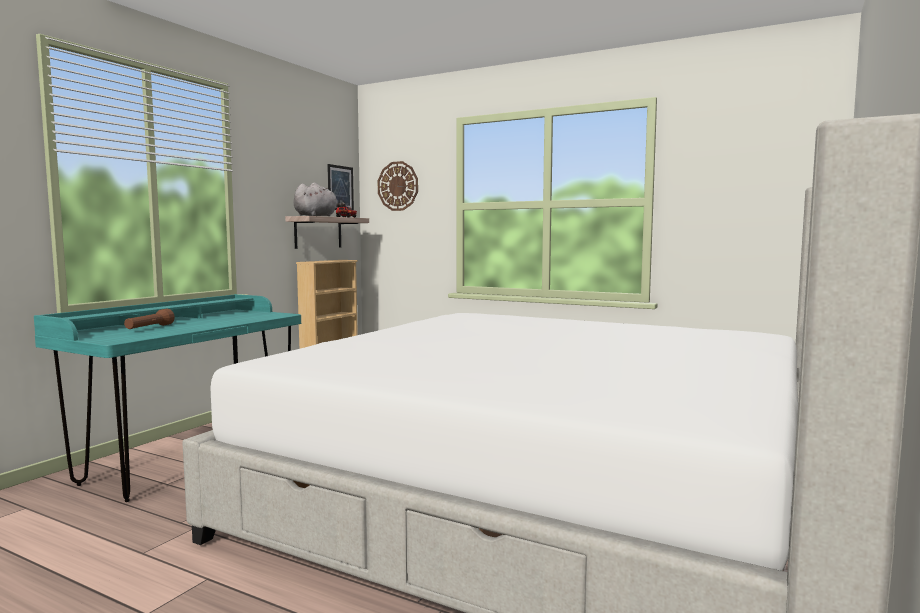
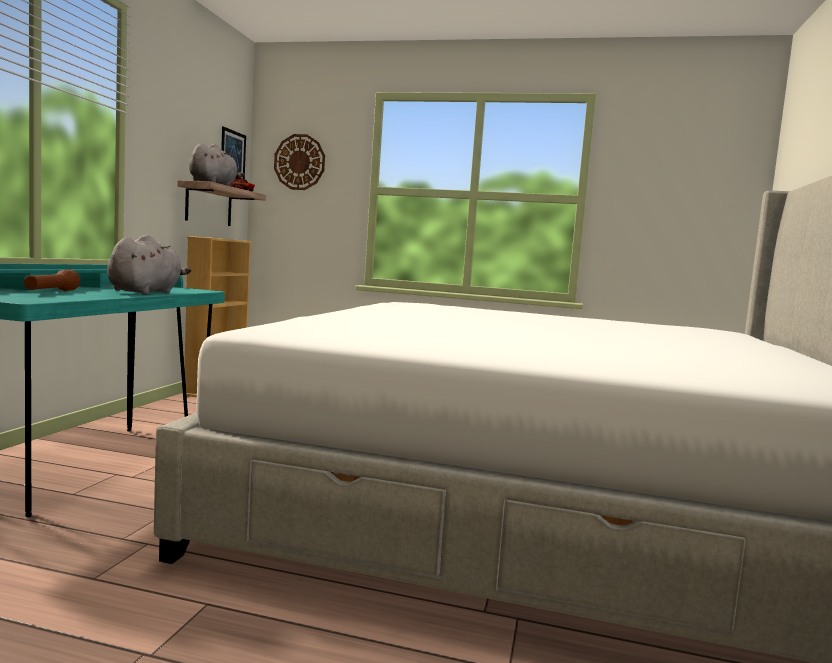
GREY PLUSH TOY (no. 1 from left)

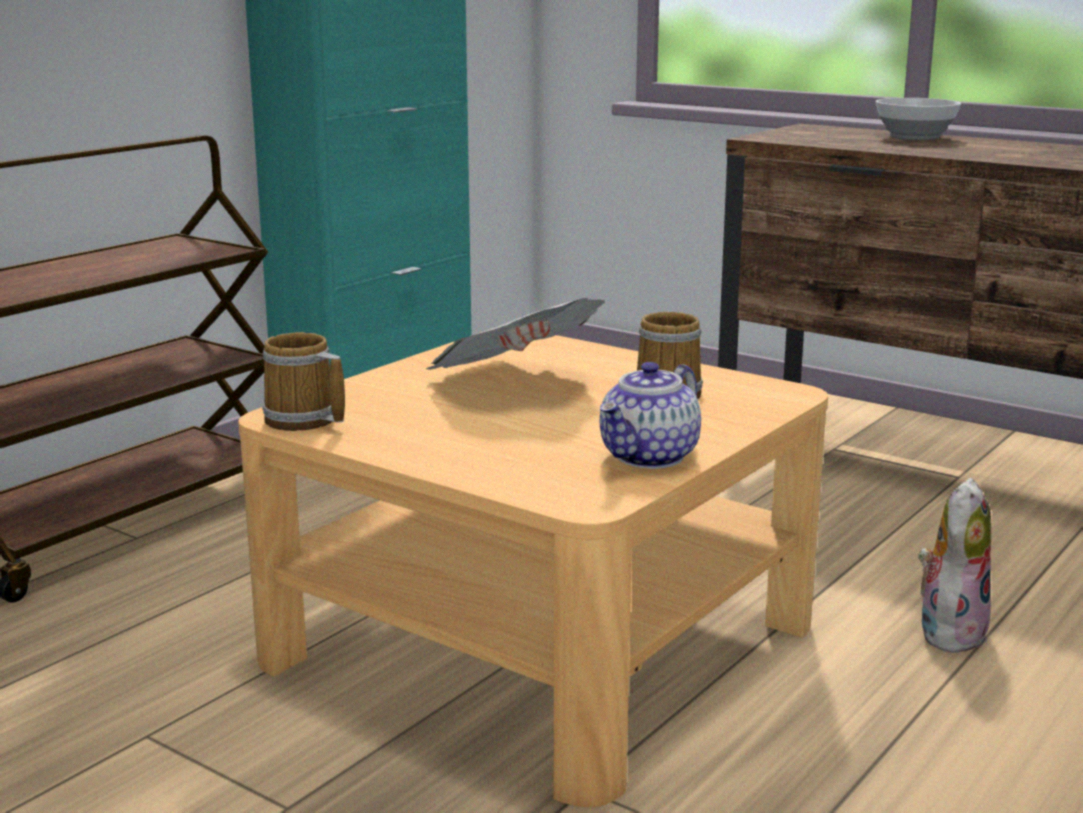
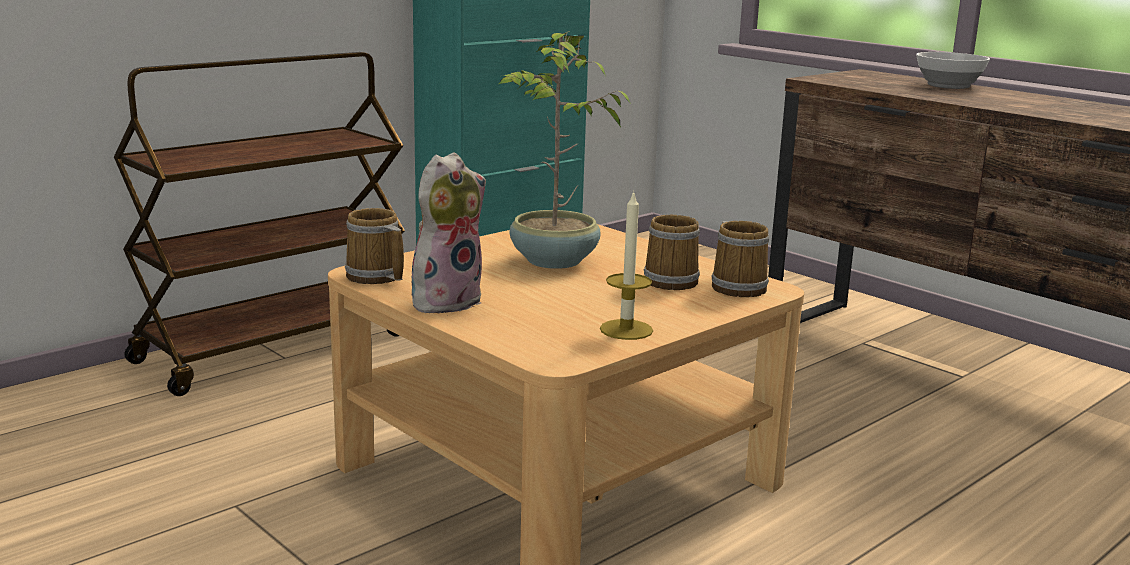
MUG (no. 3 from left); PLUSH TOY; POTTED PLANT; CANDLE

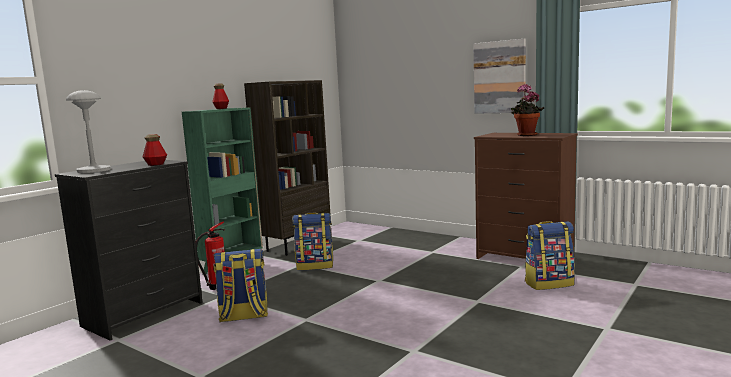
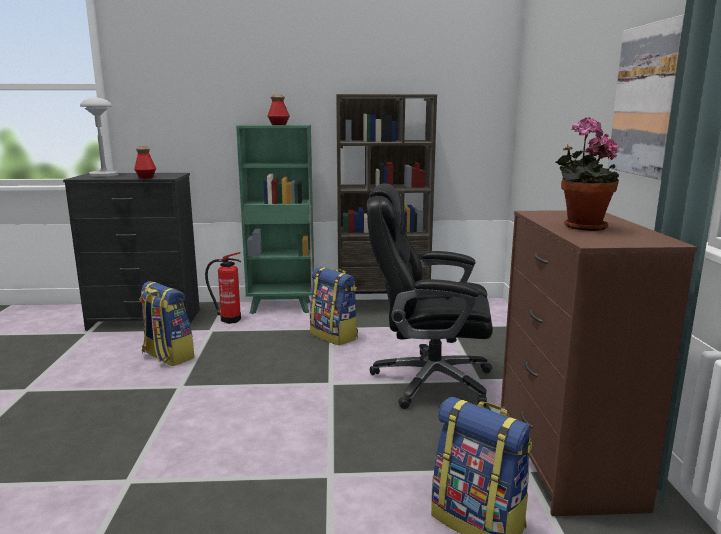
BLACK OFFICE CHAIR

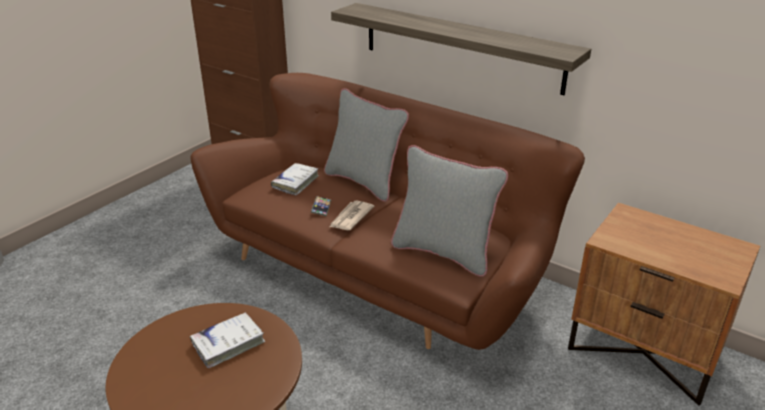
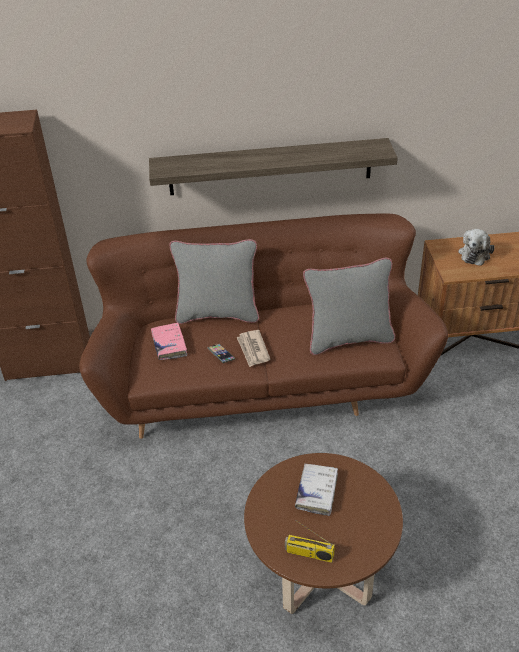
RADIO; PLUSH TOY; PINK BOOK

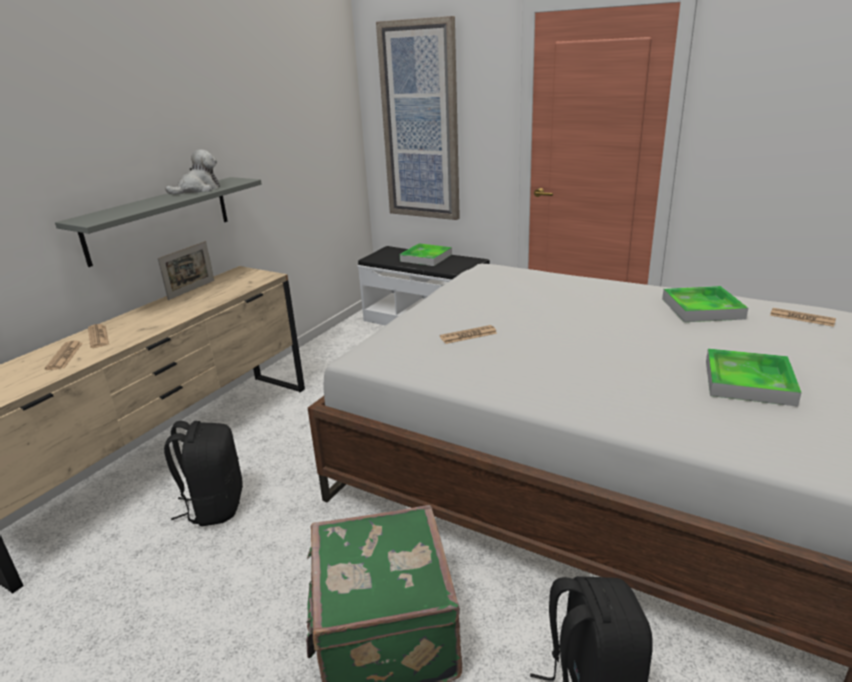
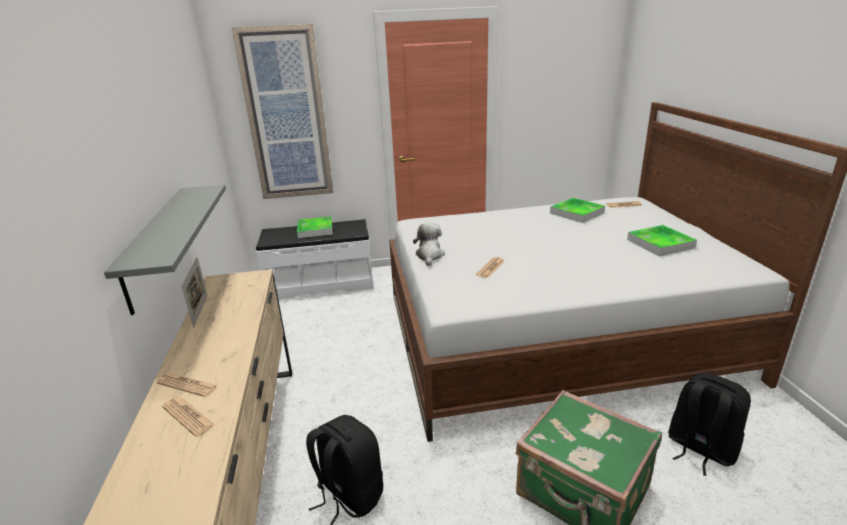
PLUSH TOY

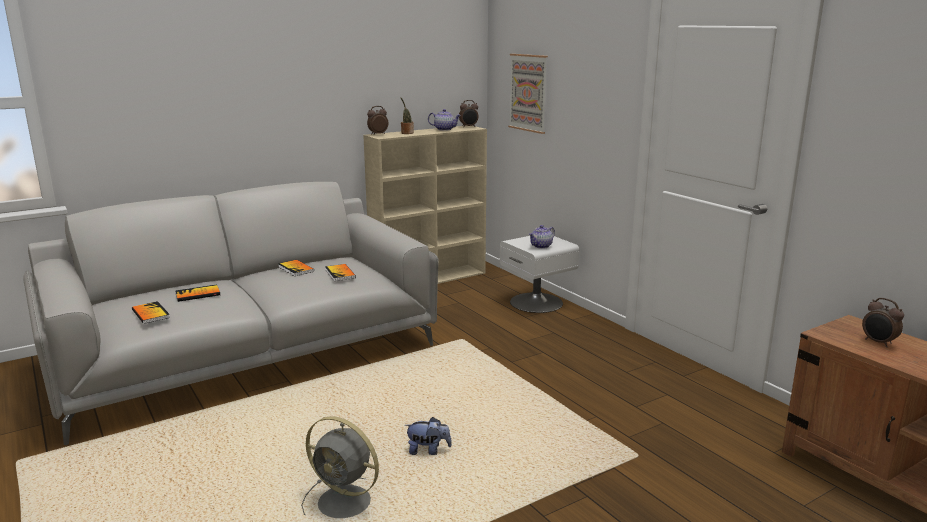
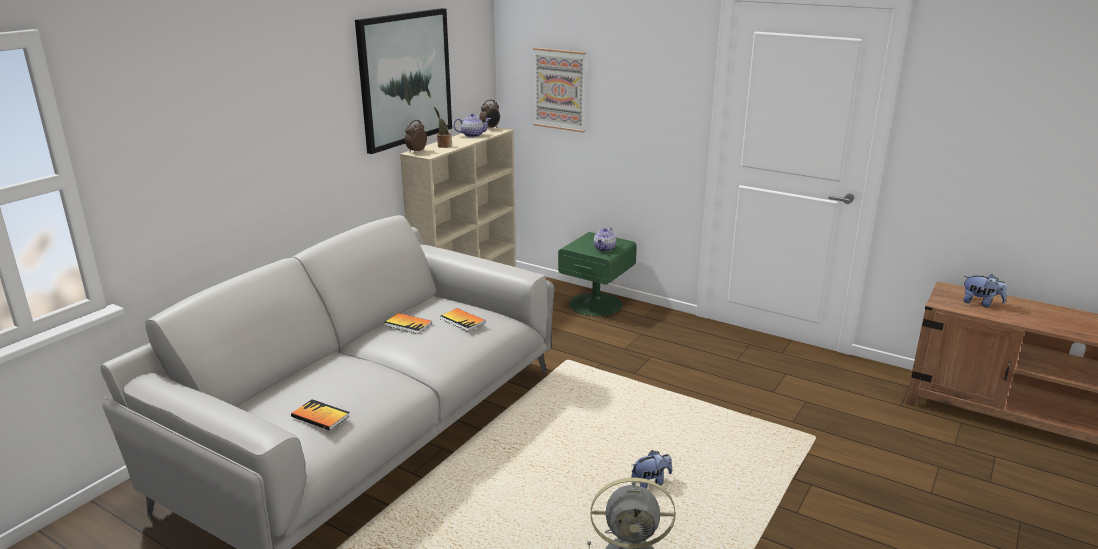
BOOK (no. 2 from left in the first image); PICTURE (no. 1 from left); PLUSH TOY (no. 2 from left); GREEN NIGHTSTAND

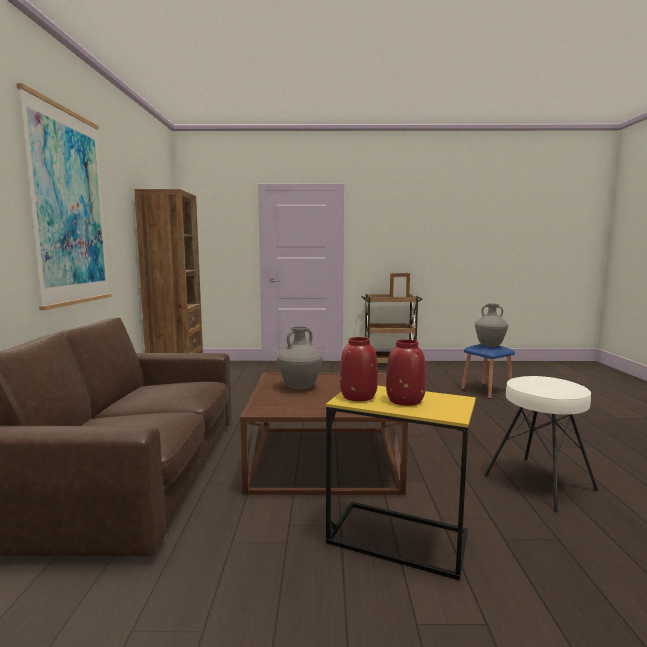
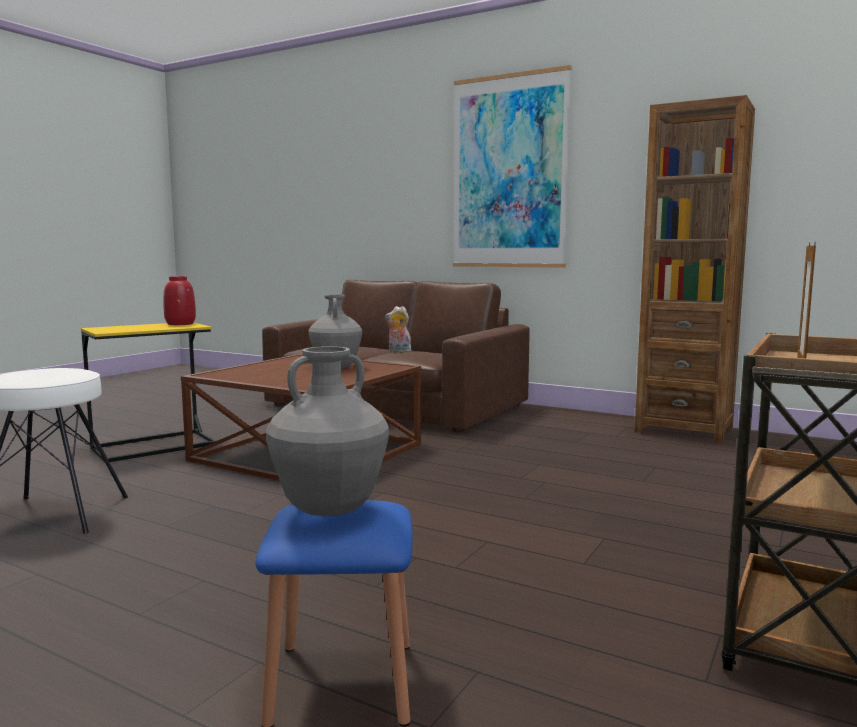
RED VASE (no. 2 from left in the first image); PLUSH TOY

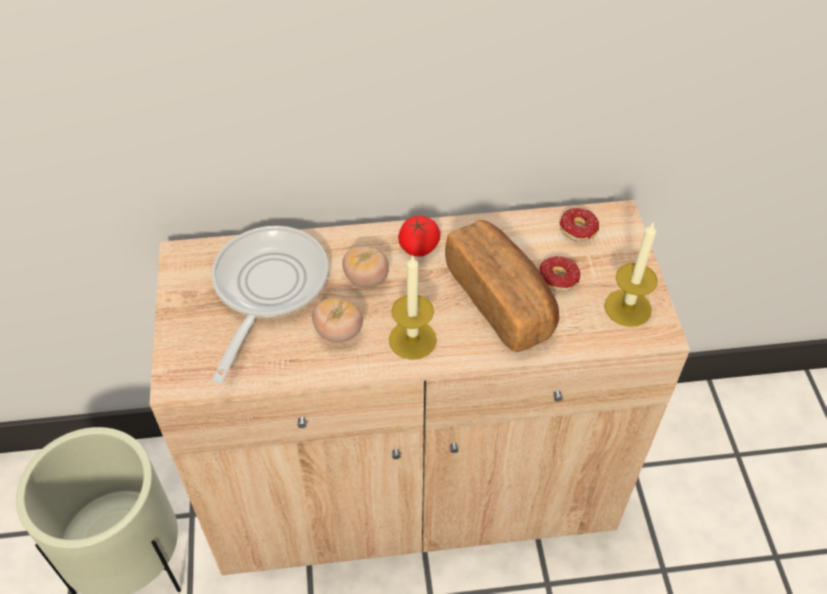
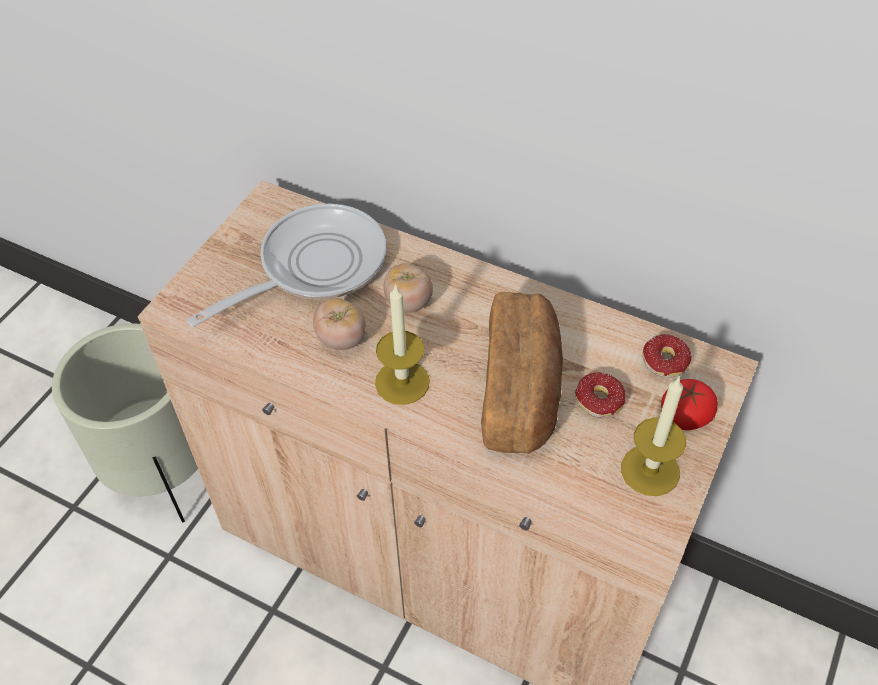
TOMATO (no. 3 from left)

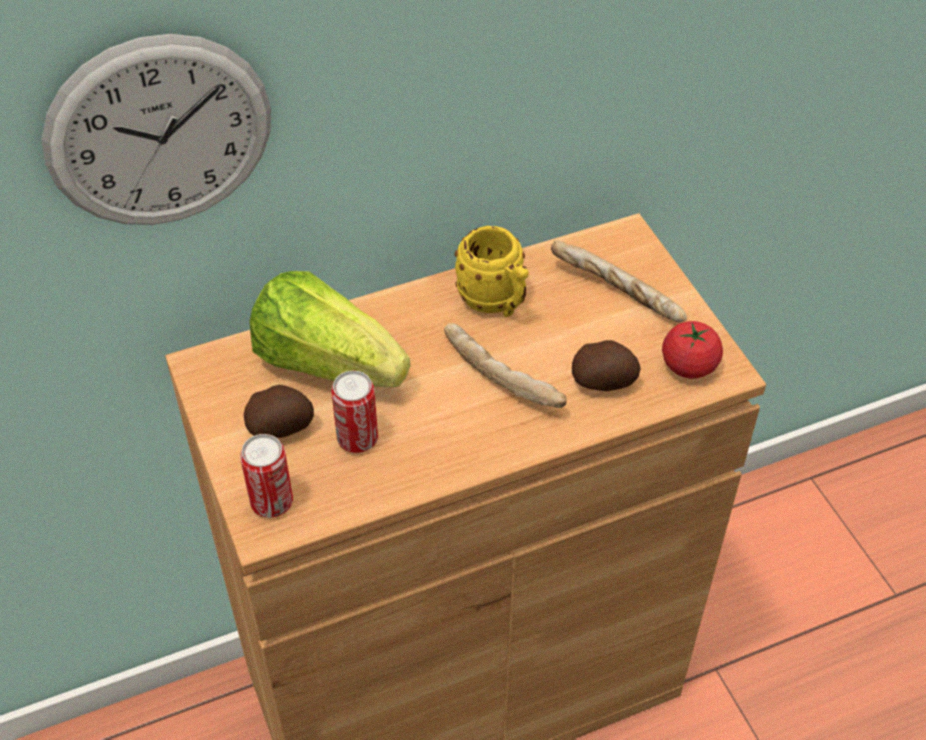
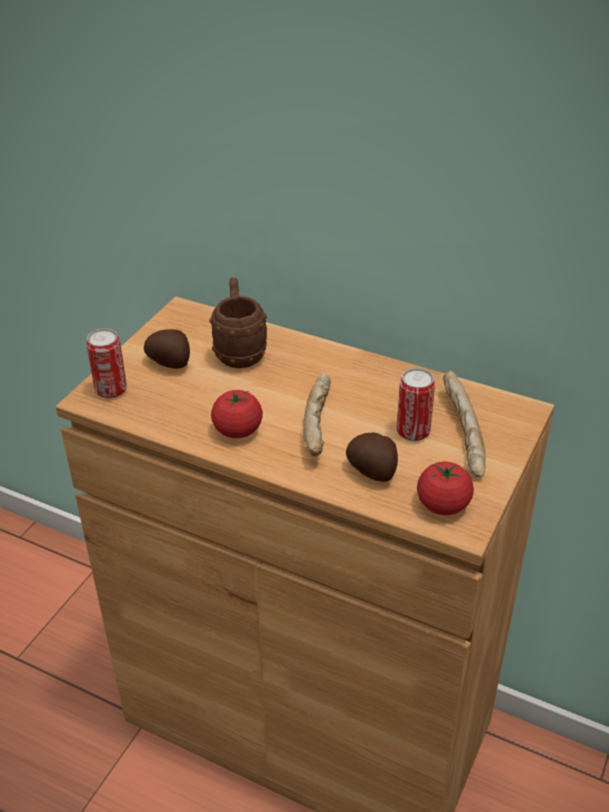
WALL CLOCK; YELLOW MUG; TOMATO (no. 1 from left); CAN (no. 2 from left); BROWN MUG

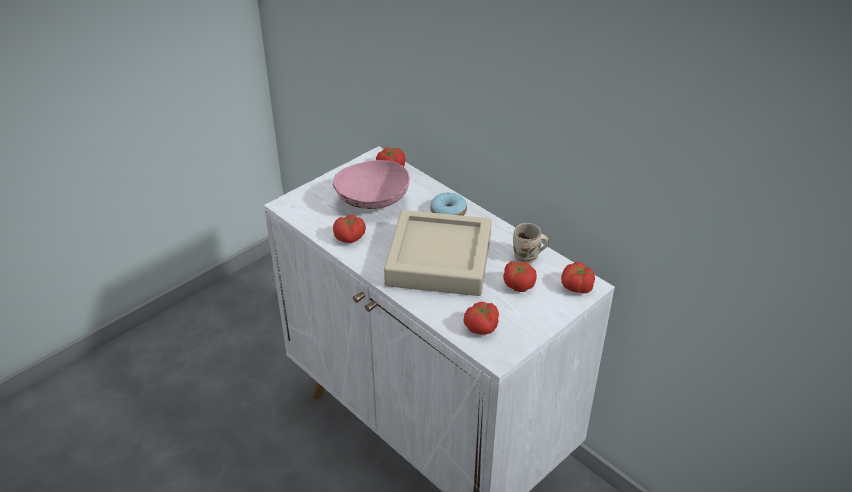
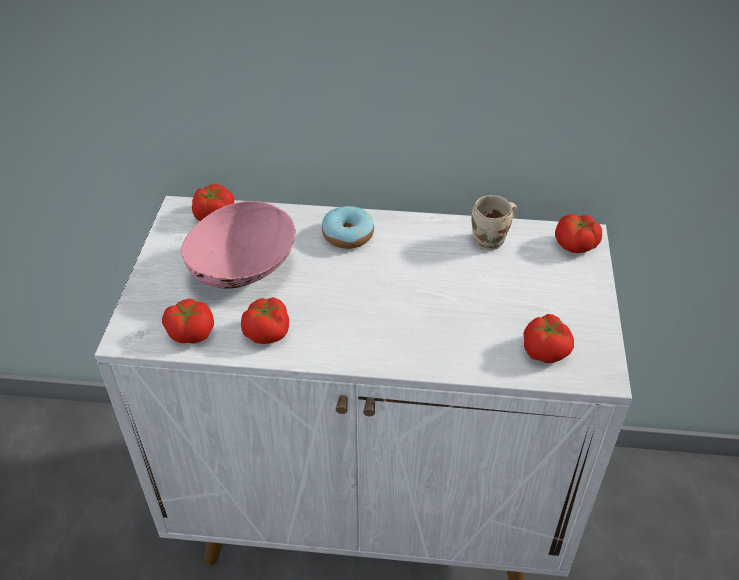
BEIGE TRAY; TOMATO (no. 1 from left)

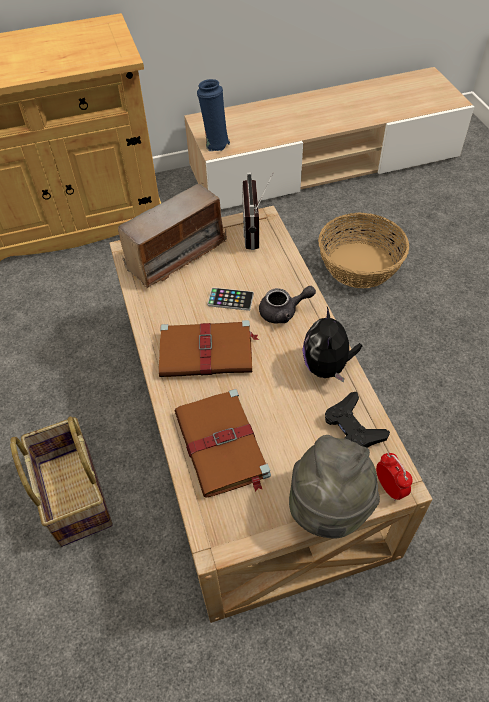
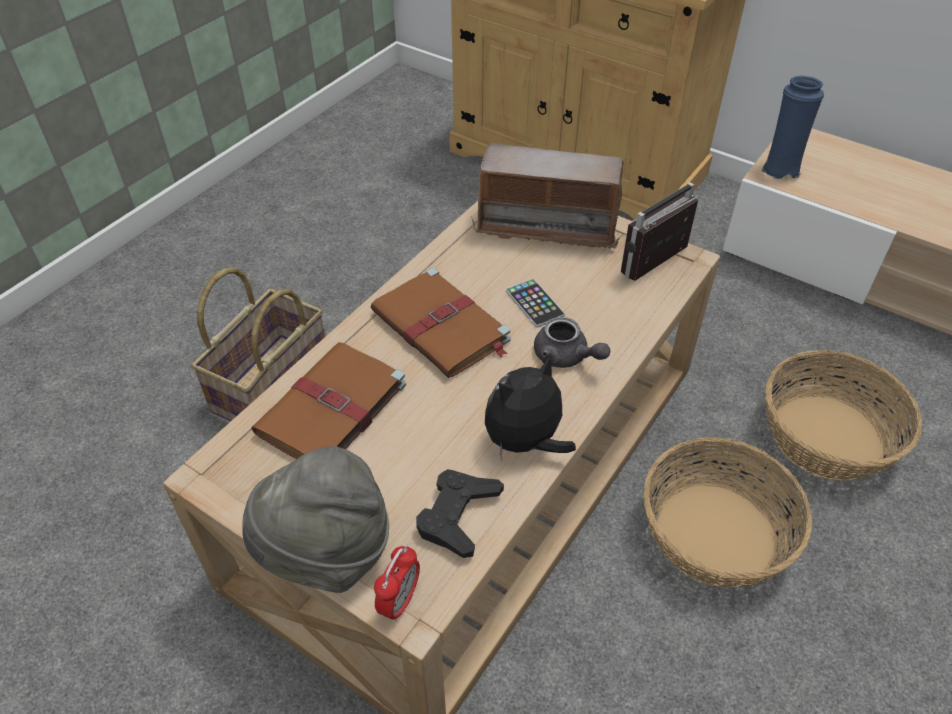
BASKET (no. 2 from left)

